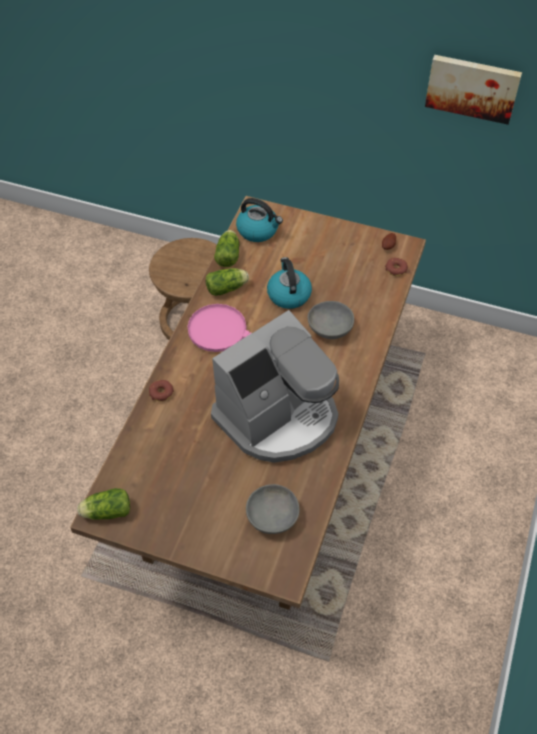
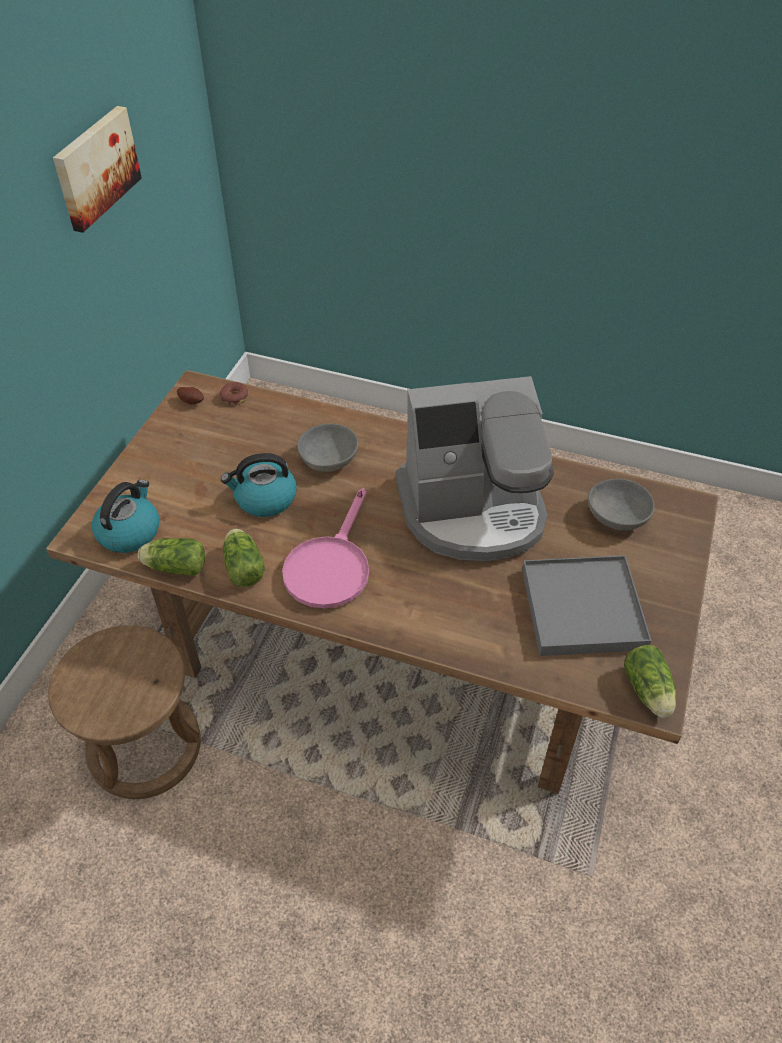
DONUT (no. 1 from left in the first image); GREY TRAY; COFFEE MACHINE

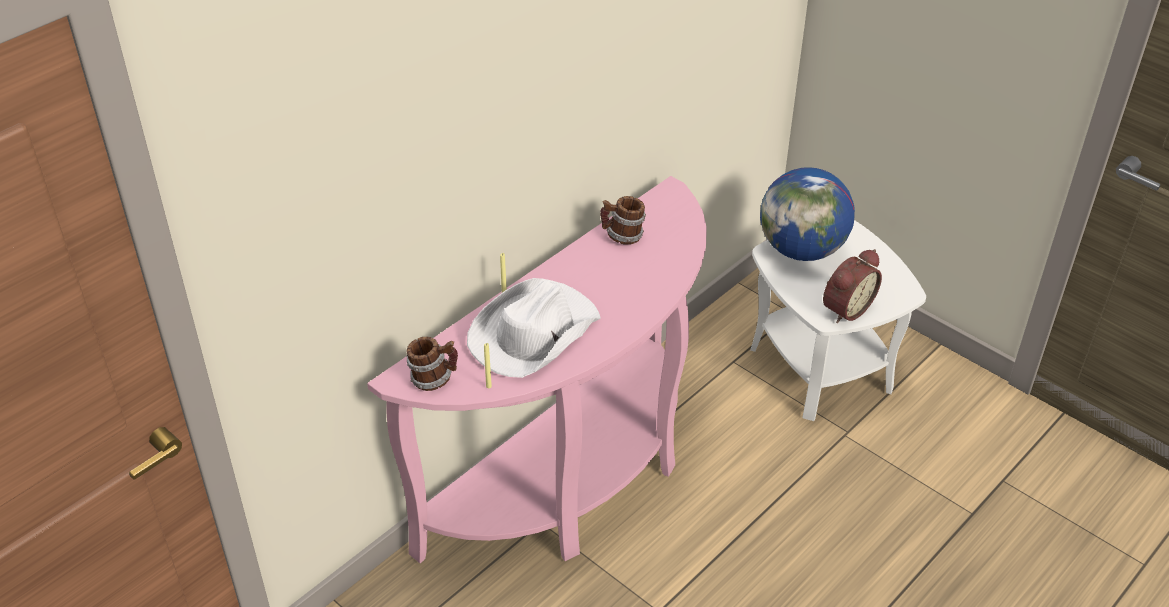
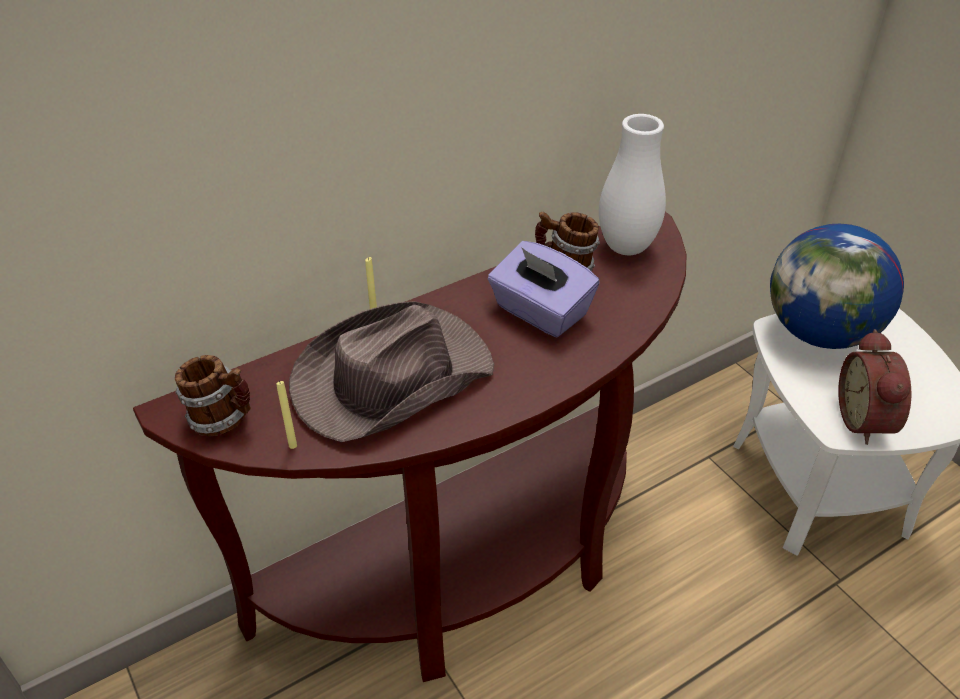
PURPLE TISSUE BOX; WHITE VASE; BROWN CONSOLE TABLE; BROWN HAT; ALARM CLOCK

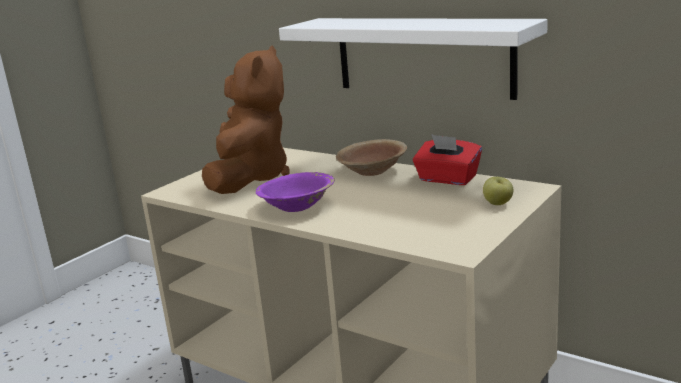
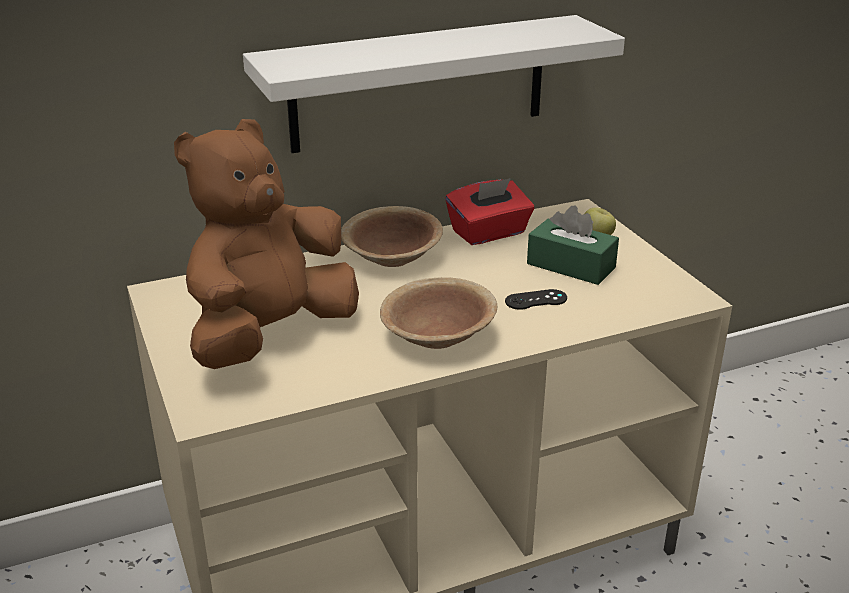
BLACK GAME CONTROLLER; GREEN TISSUE BOX; BROWN BOWL (no. 2 from left); BROWN PLUSH TOY

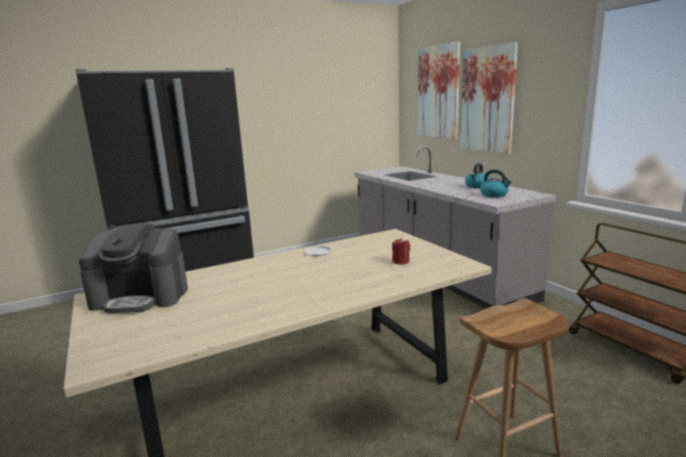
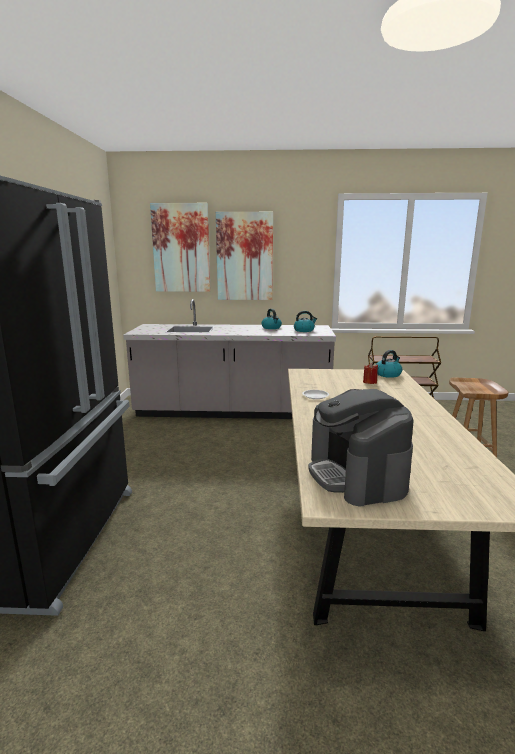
KETTLE (no. 3 from left); COFFEE MACHINE

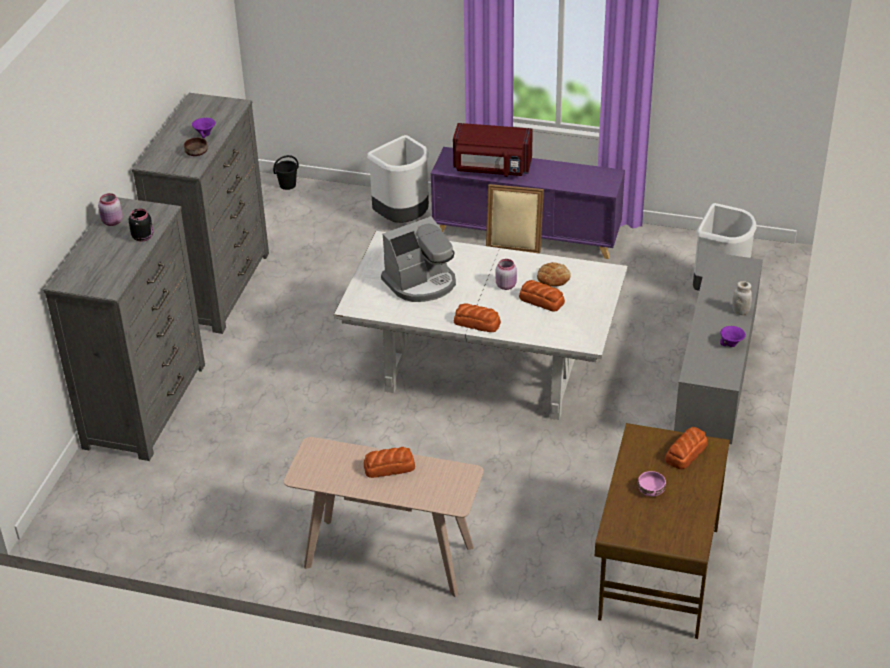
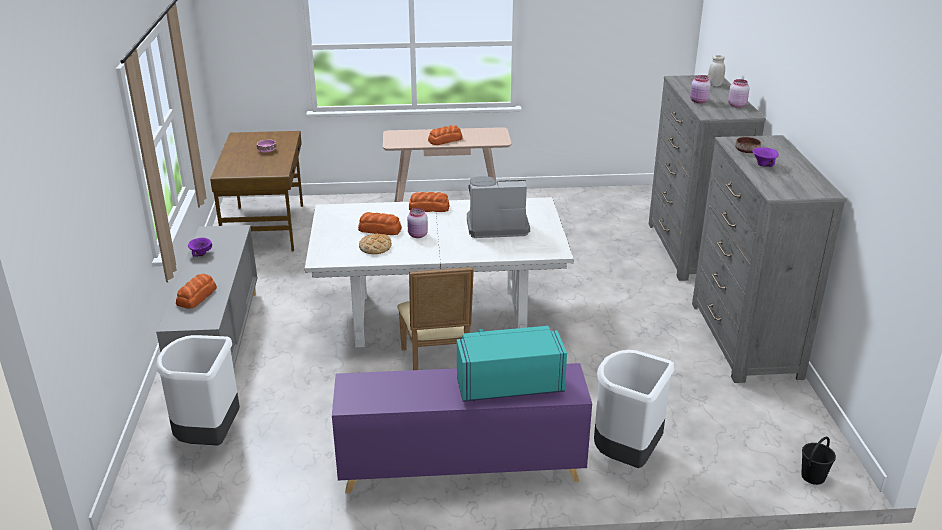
BREAD (no. 1 from left); WHITE JAR; PINK JAR (no. 2 from left); TURQUOISE MICROWAVE; COFFEE MACHINE

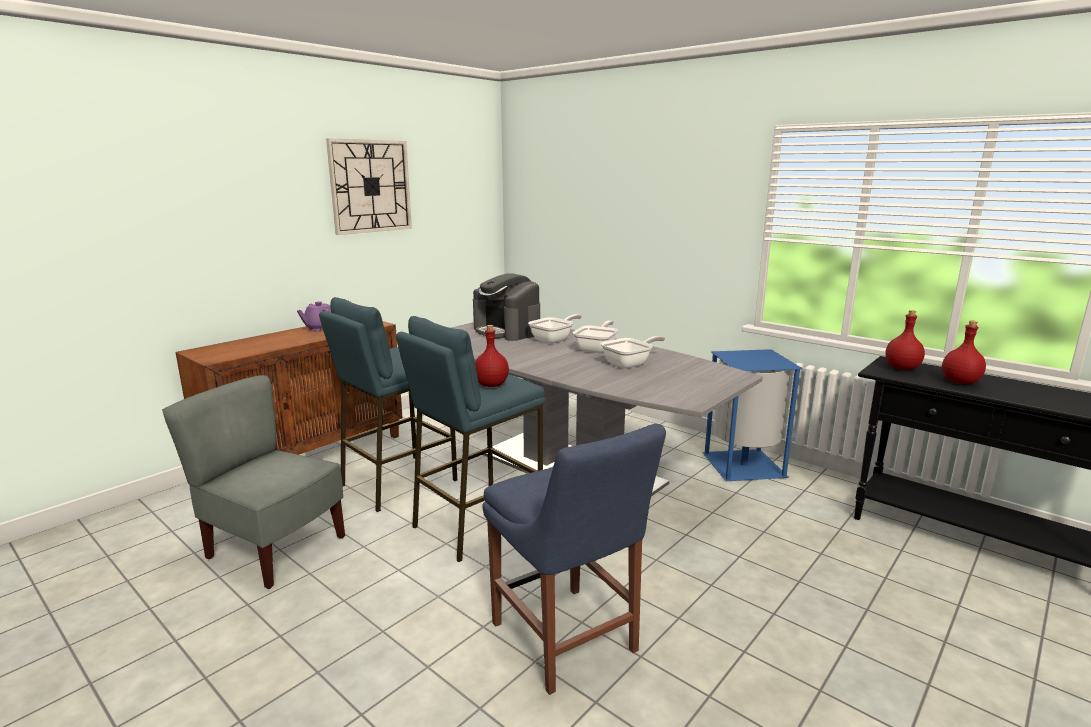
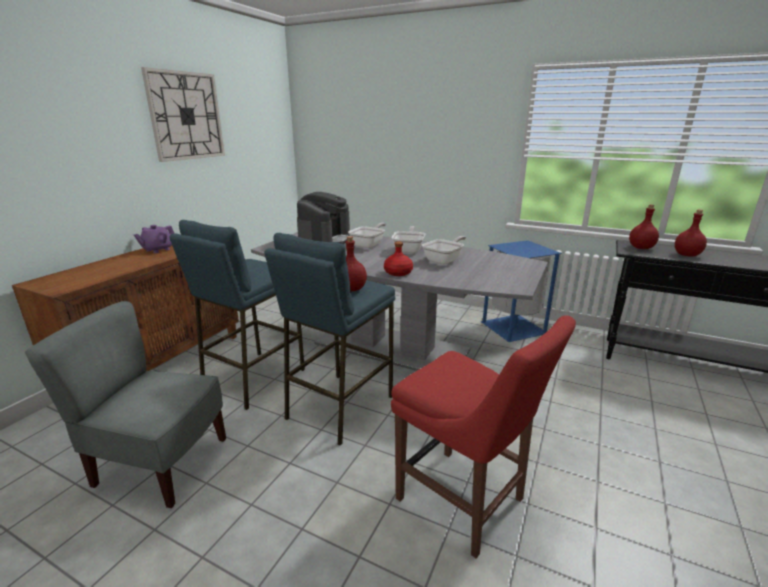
RED BOTTLE (no. 2 from left); RED CHAIR; COFFEE MACHINE

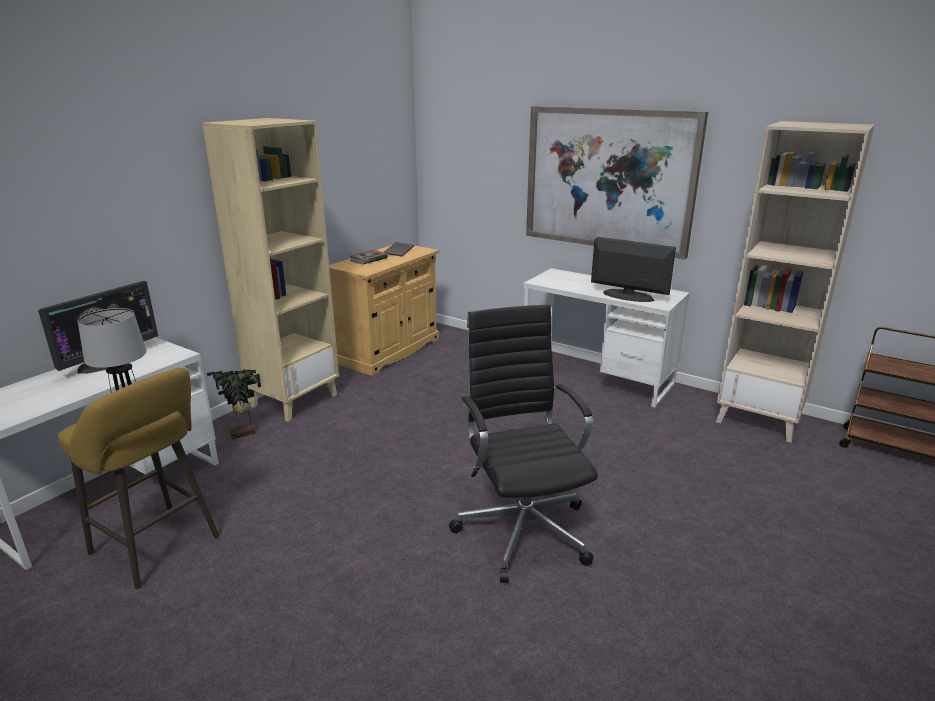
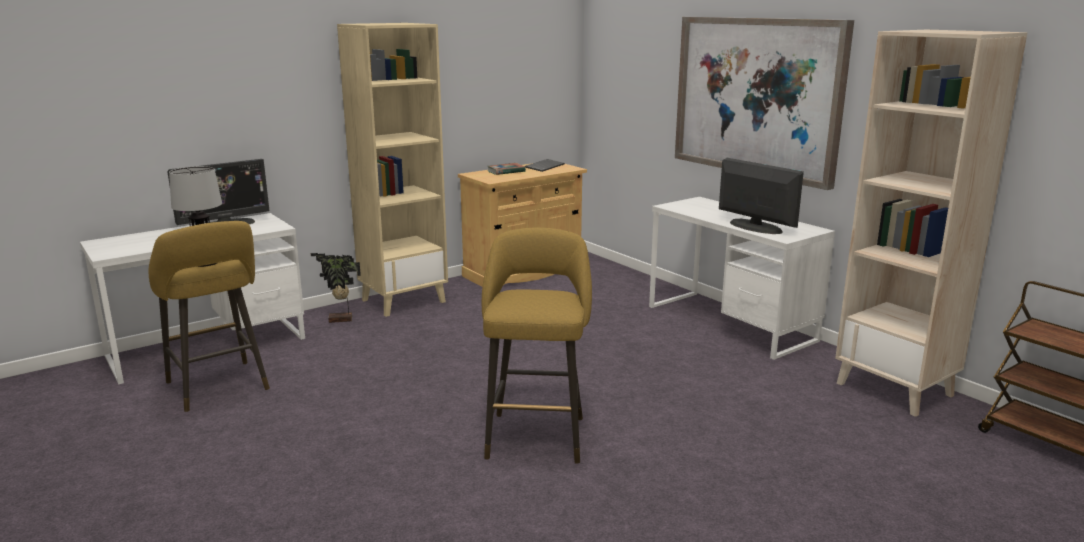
YELLOW STOOL (no. 2 from left)

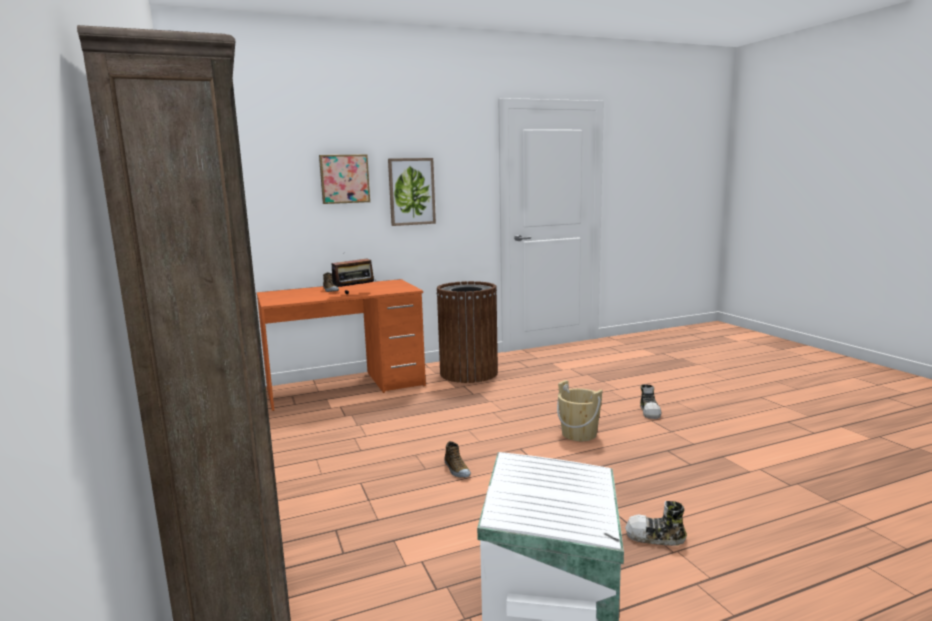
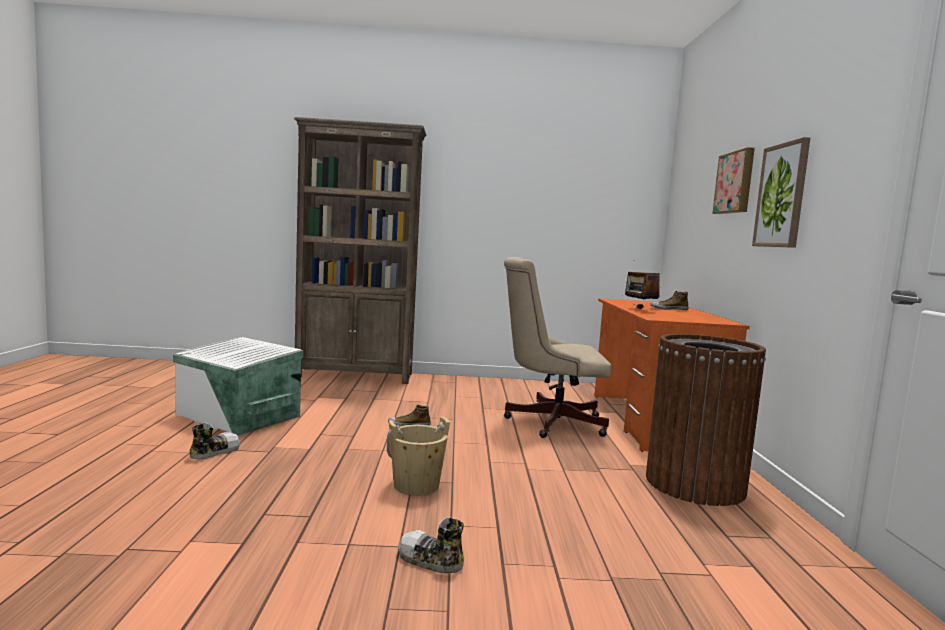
BEIGE OFFICE CHAIR

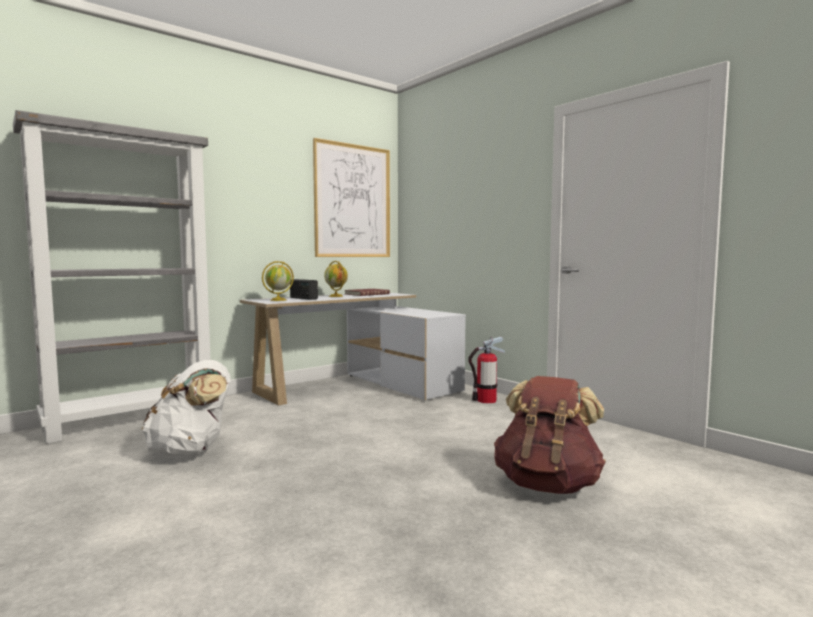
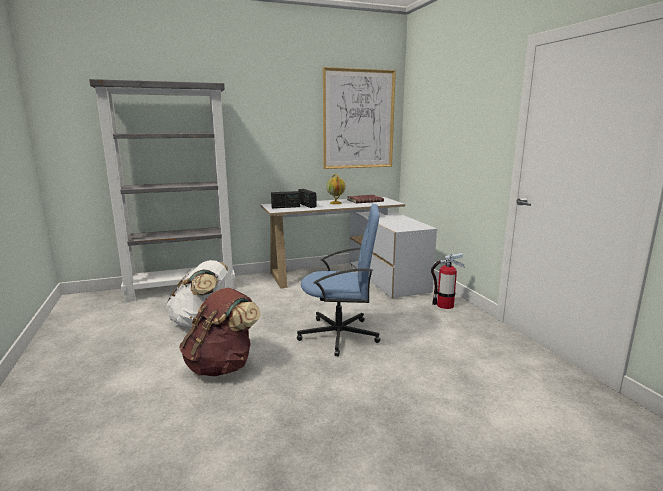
BLUE OFFICE CHAIR; BROWN BACKPACK; RADIO (no. 1 from left)

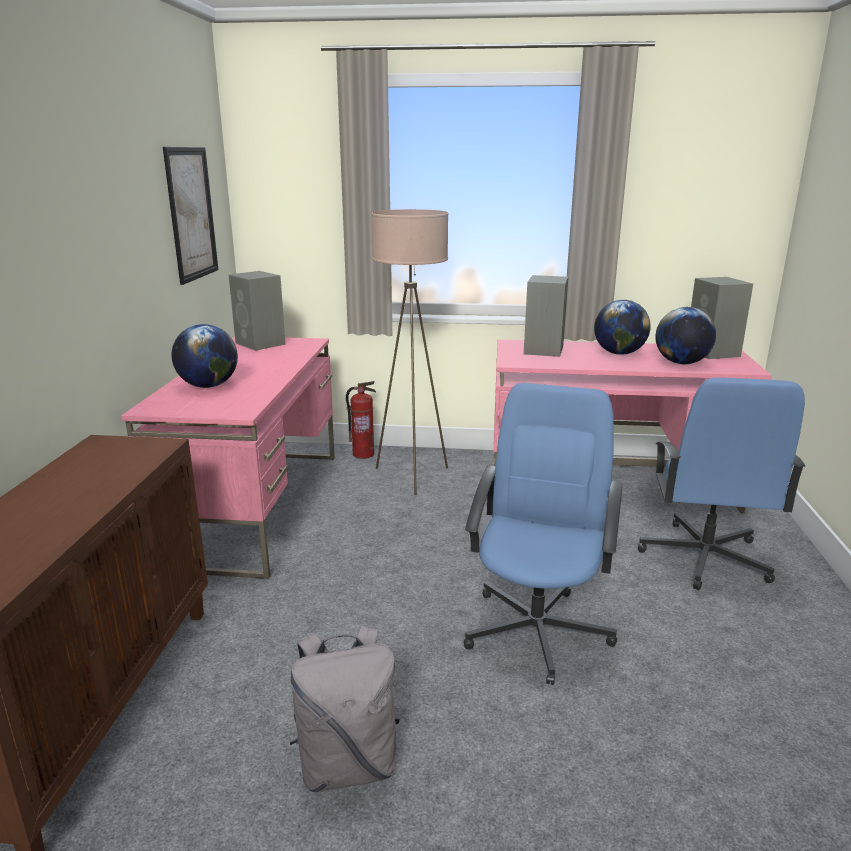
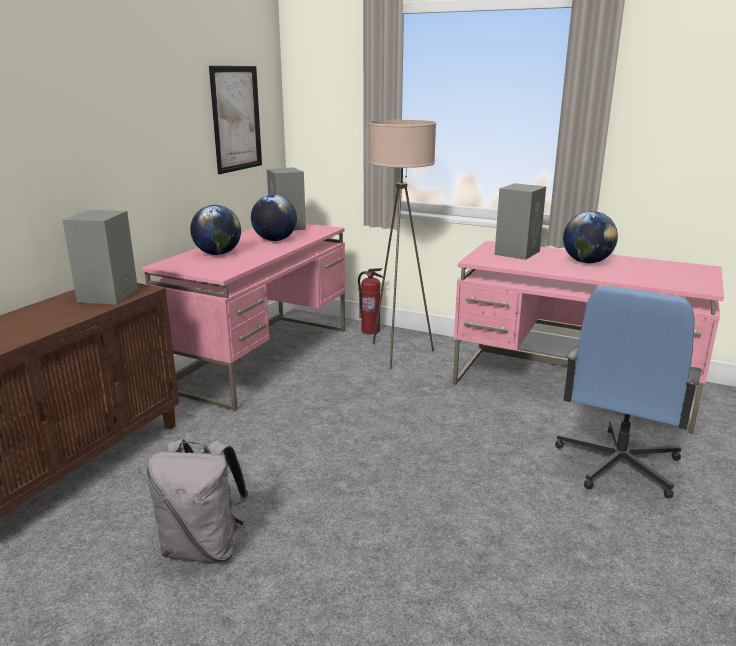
BLUE OFFICE CHAIR (no. 1 from left in the first image); GLOBE (no. 2 from left); GREY SPEAKER (no. 1 from left)

